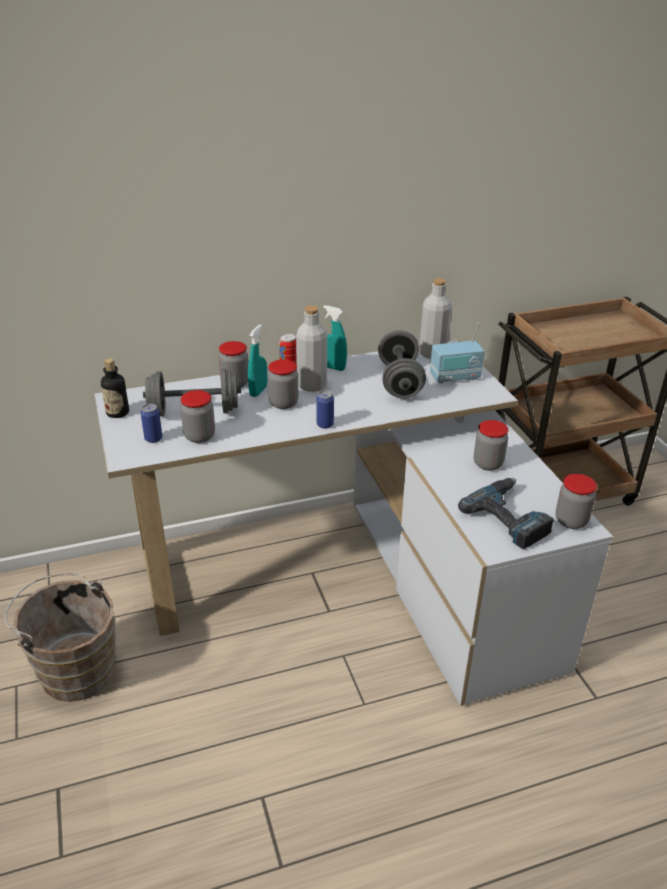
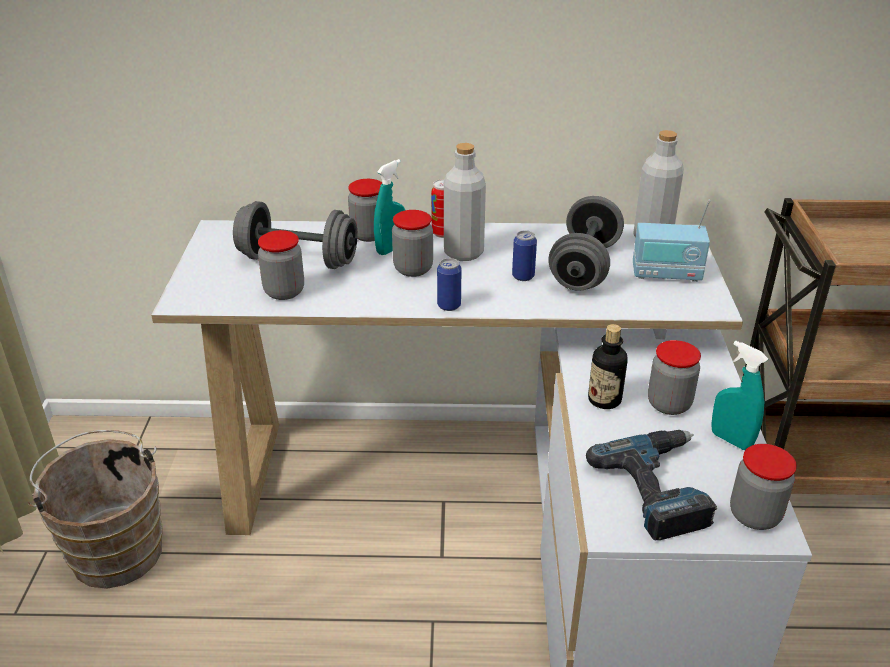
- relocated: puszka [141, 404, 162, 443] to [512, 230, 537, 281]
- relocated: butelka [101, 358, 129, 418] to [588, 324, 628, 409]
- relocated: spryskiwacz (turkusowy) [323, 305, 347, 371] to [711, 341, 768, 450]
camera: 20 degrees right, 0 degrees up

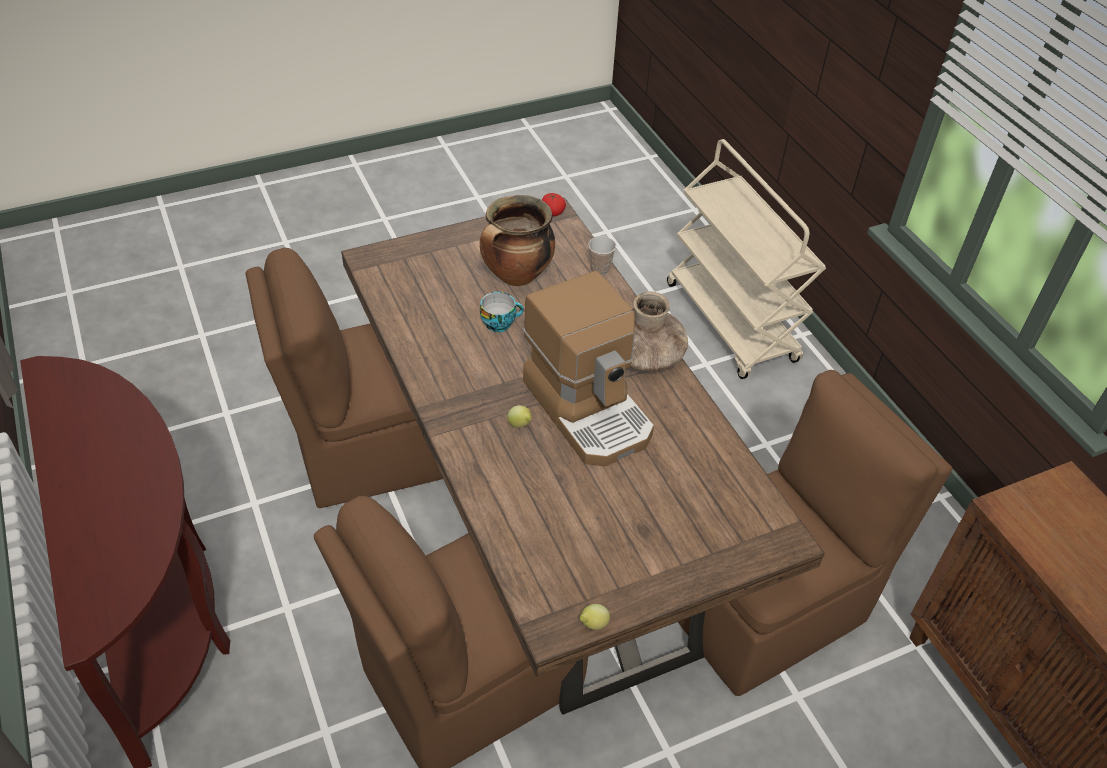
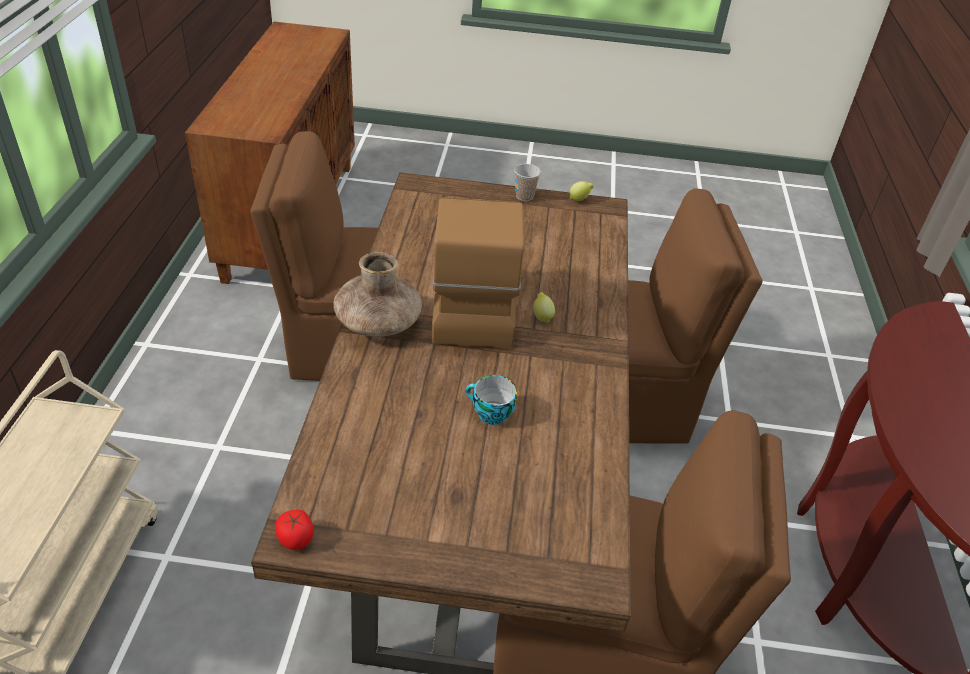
- relocated: filiżanka [588, 236, 616, 275] to [514, 164, 541, 201]
- missing: garnek [480, 195, 555, 286]
camera: 150 degrees left, 5 degrees down

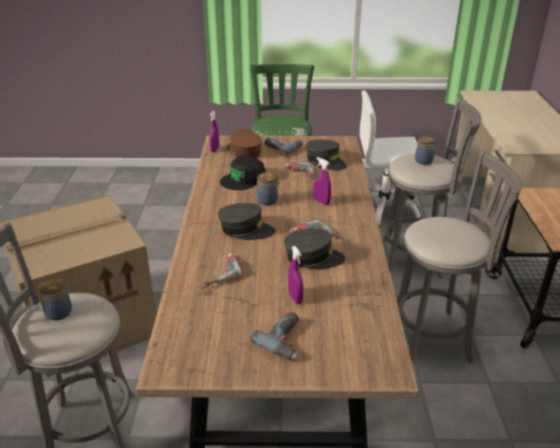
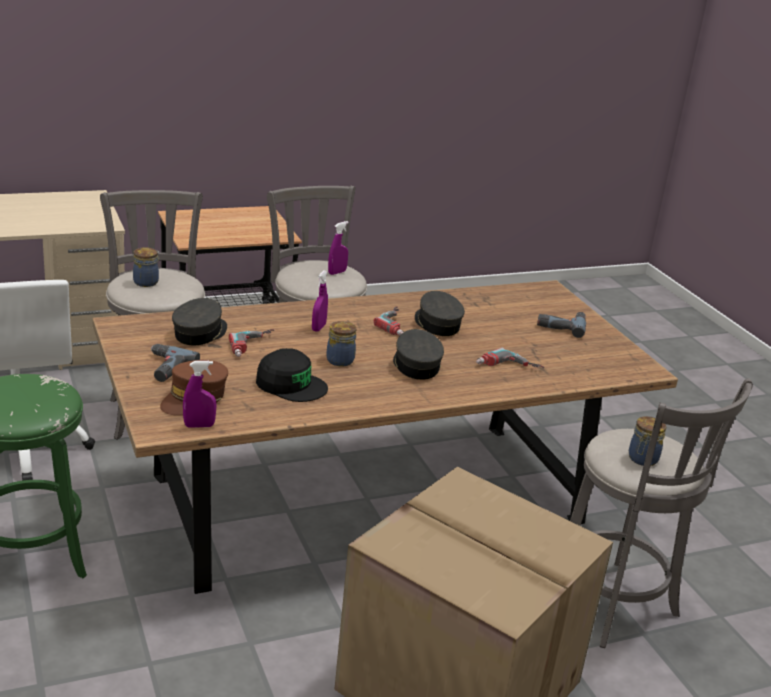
- relocated: spryskiwacz (fioletowy) [288, 246, 303, 304] to [328, 221, 349, 275]
camera: 115 degrees left, 5 degrees down

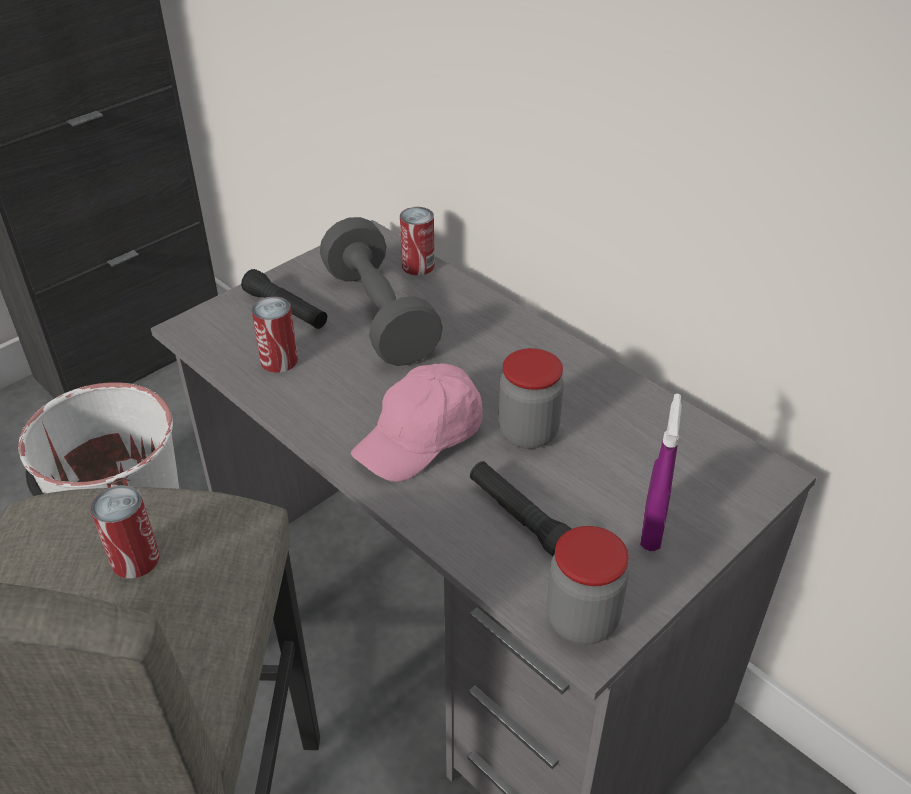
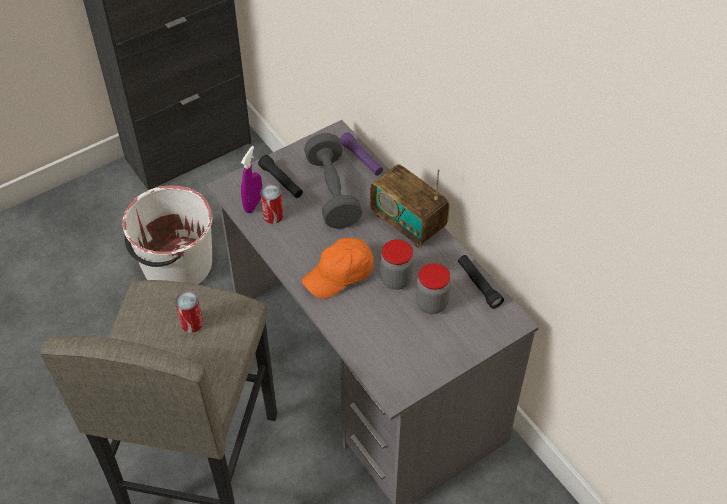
- relocated: spryskiwacz (fioletowy) [640, 393, 682, 551] to [241, 146, 262, 213]
- colour: czapka z daszkiem (różowy) [351, 363, 482, 482] to czapka z daszkiem (pomarańczowy) [302, 238, 374, 299]
- exchanged: puszka [400, 207, 435, 275] to latarka (fioletowy) [340, 132, 383, 176]
- appeared: radio [370, 164, 450, 248]
- relocated: słoik [547, 526, 629, 645] to [416, 263, 451, 314]
- relocated: latarka (czarny) [470, 461, 571, 557] to [458, 255, 504, 309]
camera: 10 degrees right, 10 degrees up

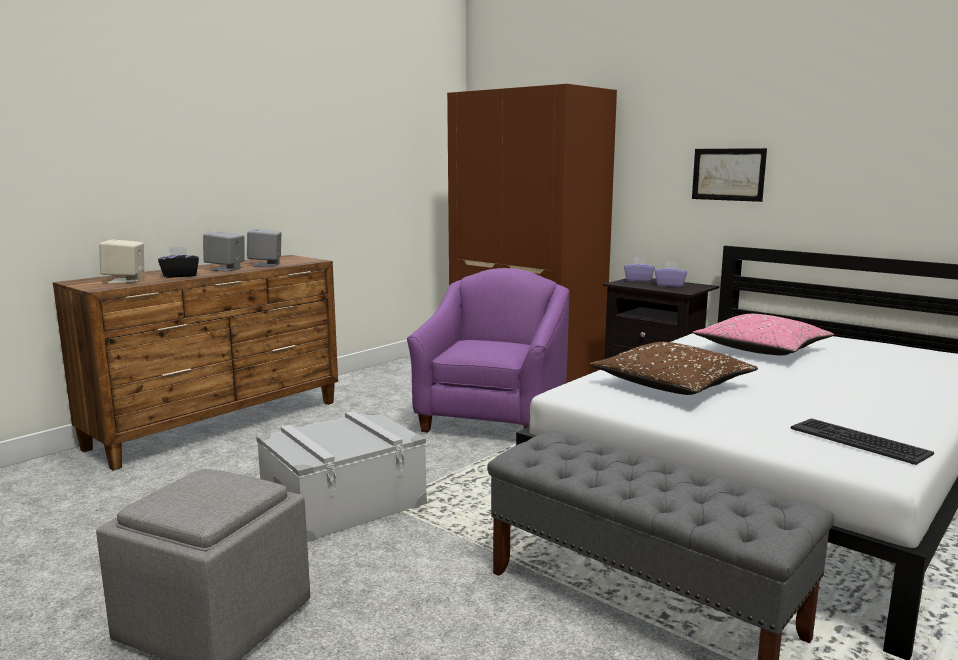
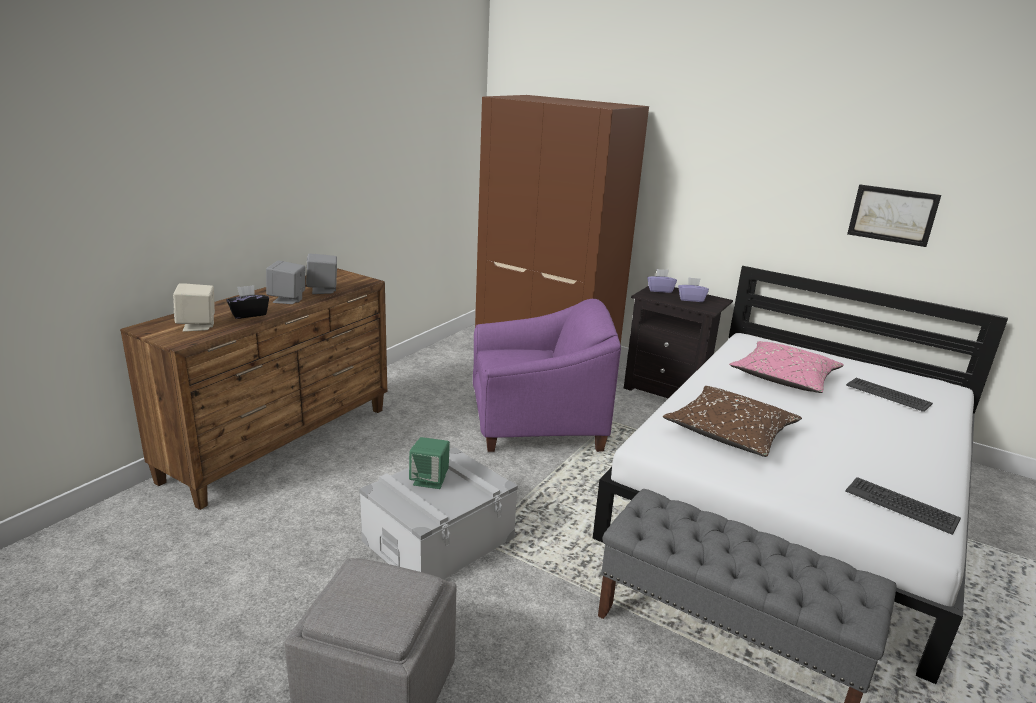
- appeared: głośnik (zielony) [409, 437, 450, 489]
- spun: fotel (fioletowy) [407, 268, 569, 432] = [473, 299, 621, 452] 75 degrees clockwise
- appeared: klawiatura [846, 378, 933, 412]
- relocated: obraz [692, 148, 767, 202] to [847, 184, 941, 247]
camera: 10 degrees left, 10 degrees up

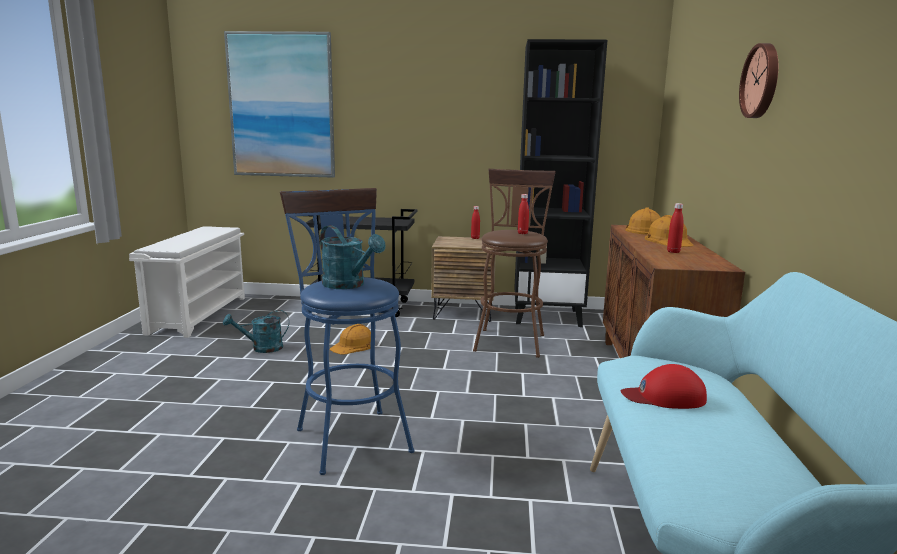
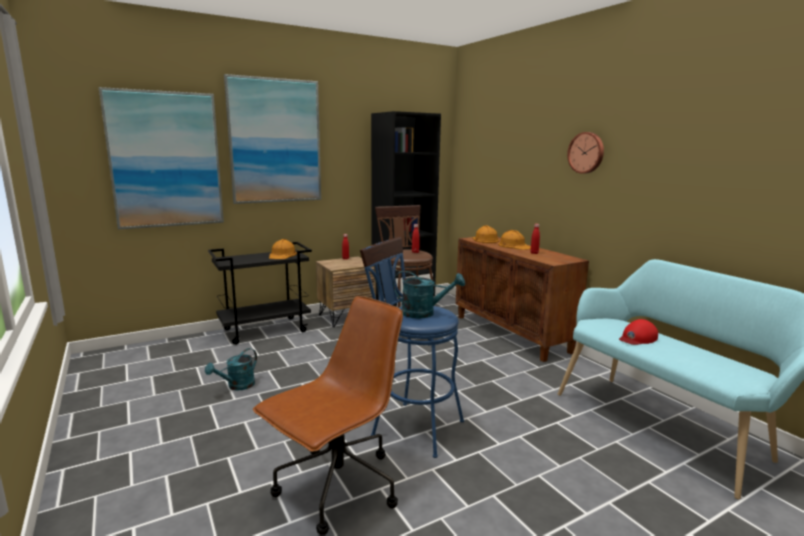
- appeared: obraz [224, 74, 321, 204]
- appeared: krzesło biurowe (brązowy) [253, 296, 403, 536]
- relocated: kask (pomarańczowy) [330, 324, 371, 355] to [269, 239, 297, 259]
- missing: regał na buty (biały) [129, 226, 245, 338]
camera: 35 degrees left, 0 degrees up

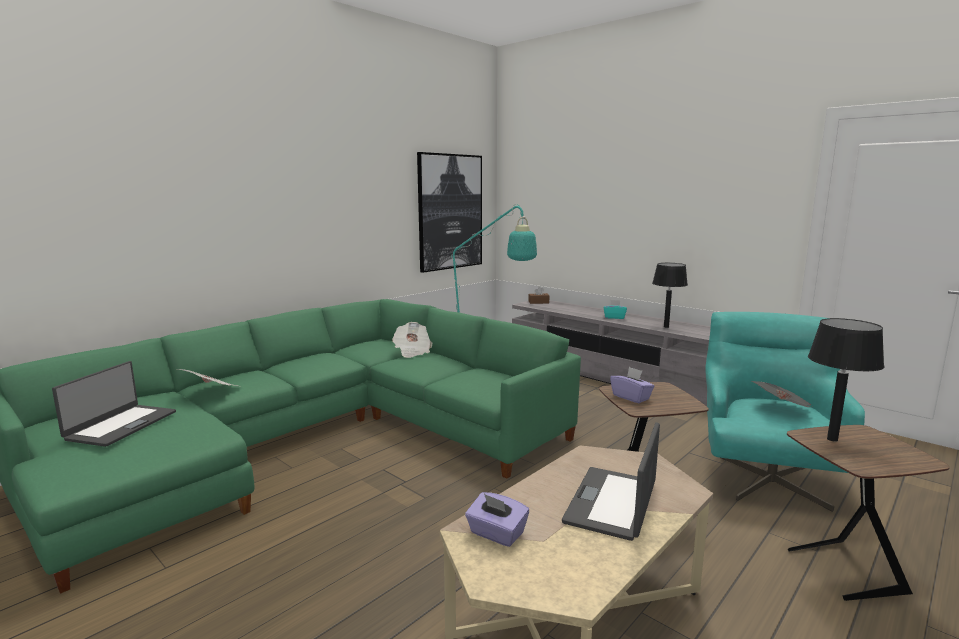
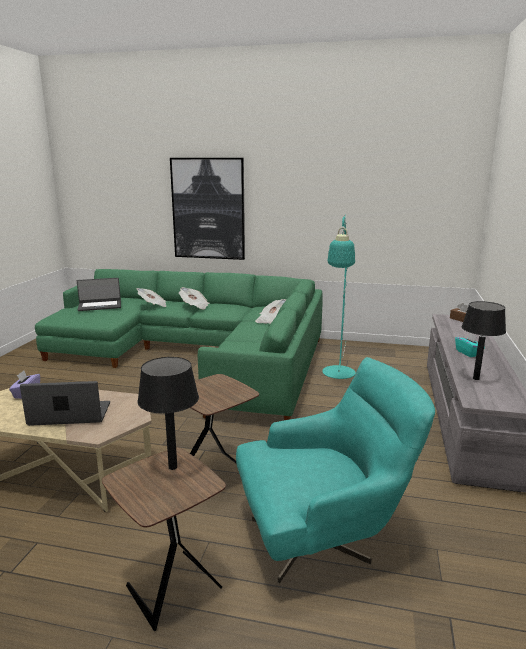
- relocated: obraz [417, 152, 482, 273] to [170, 158, 245, 260]
- relocated: gazeta [752, 381, 812, 407] to [179, 287, 209, 309]
- missing: pudełko chusteczek (fioletowy) [610, 367, 655, 403]
camera: 60 degrees right, 5 degrees up

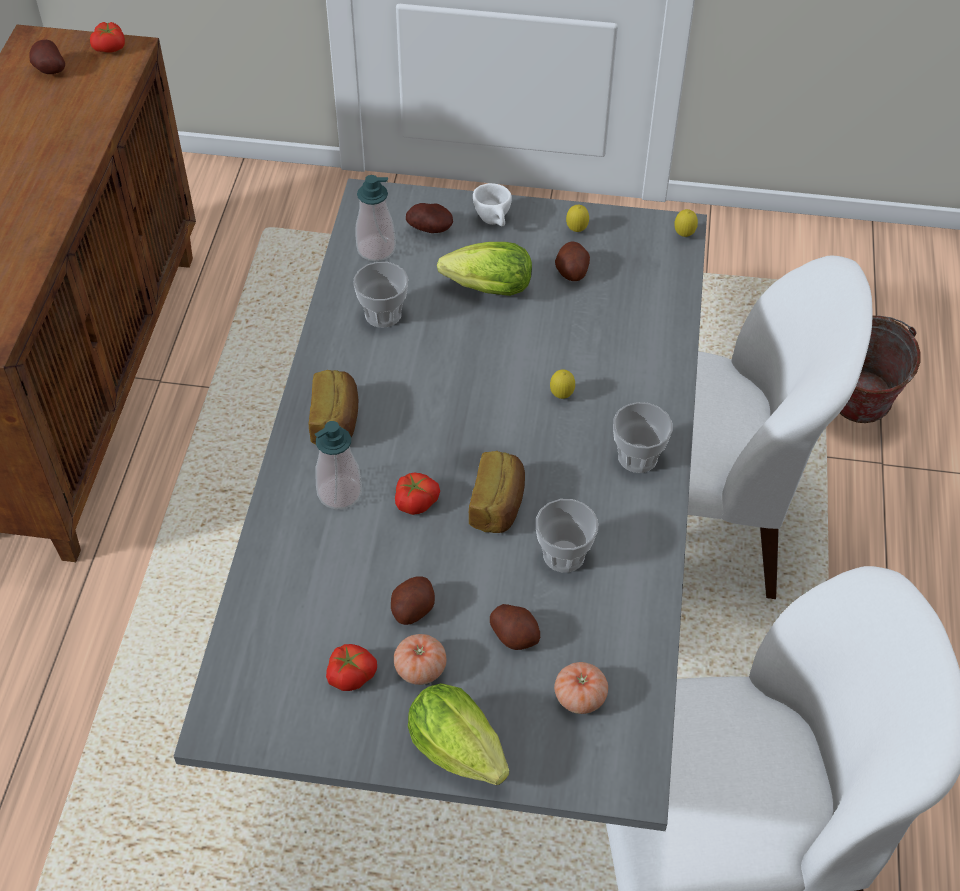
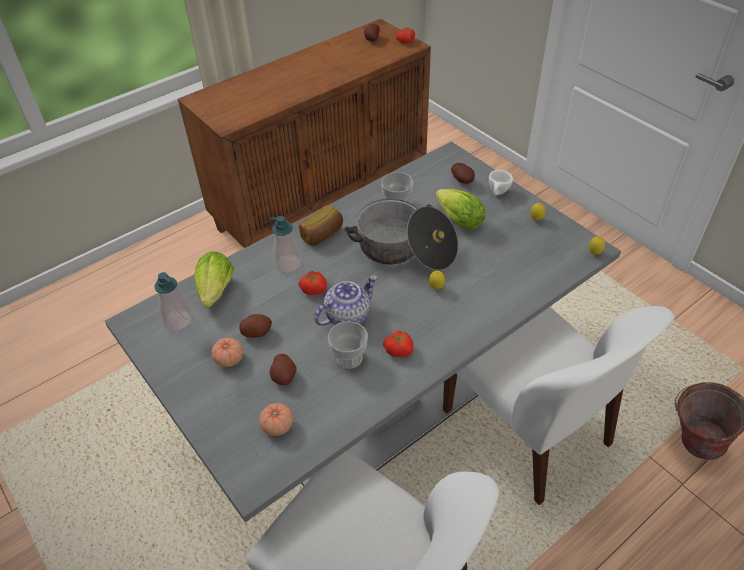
- relocated: dozownik mydła [356, 175, 396, 261] to [155, 272, 192, 331]
- relocated: sałata [408, 683, 509, 785] to [194, 251, 234, 307]
- exchanged: chleb [469, 451, 525, 533] to imbryk [314, 275, 378, 326]
- appeared: garnek [344, 198, 458, 271]
- relocated: pomidor [326, 644, 377, 691] to [383, 331, 414, 357]
- missing: ziemniak [555, 241, 590, 281]
- missing: filiżanka [613, 402, 672, 473]
camera: 45 degrees right, 5 degrees down

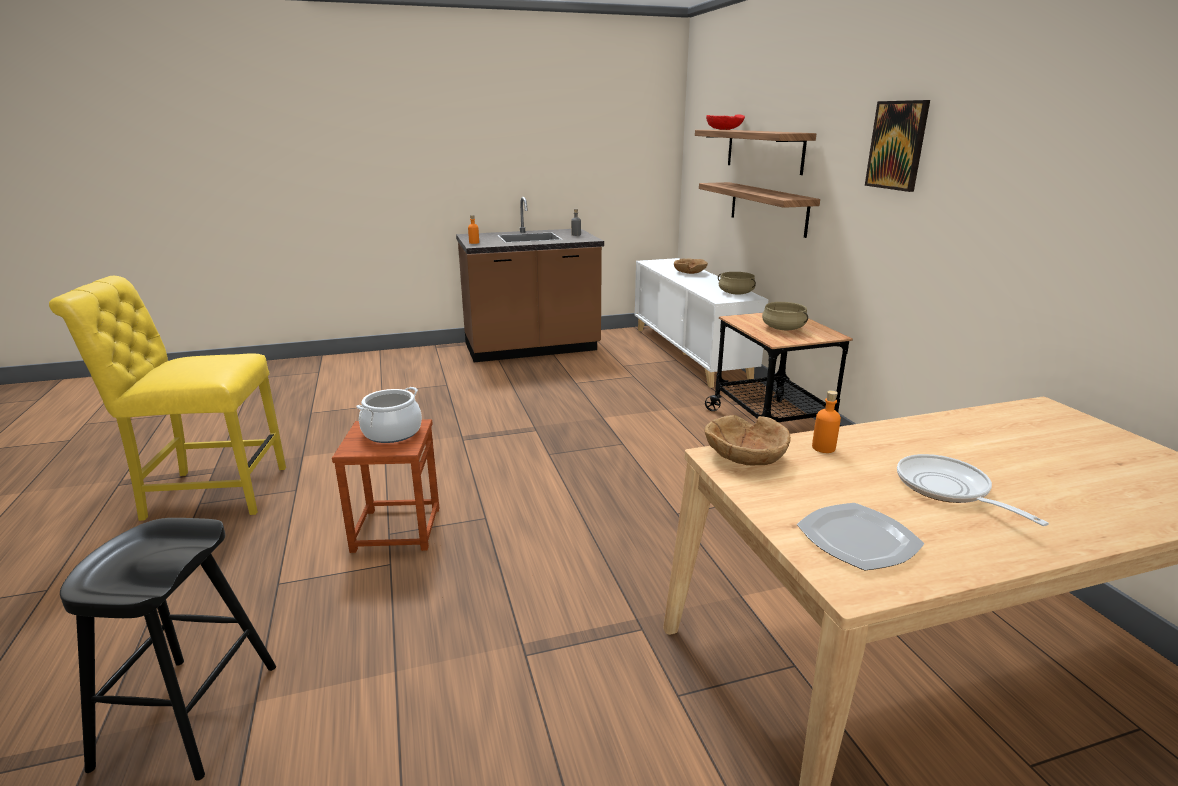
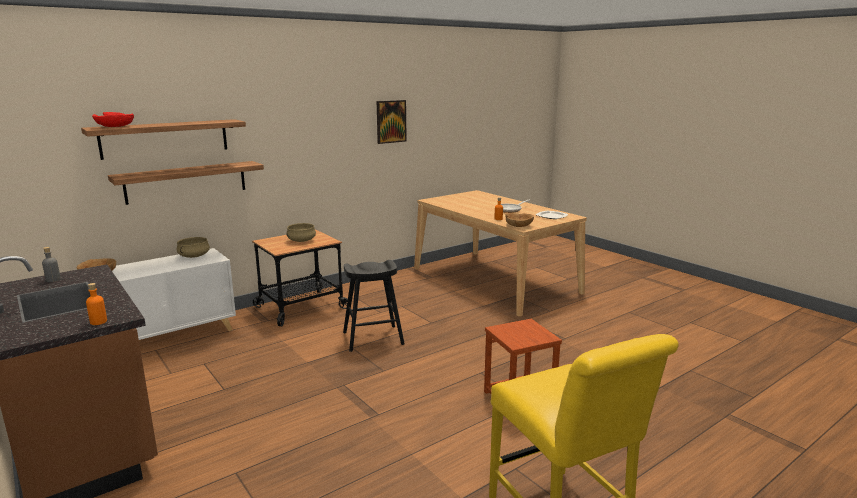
- relocated: stołek (czarny) [60, 518, 276, 781] to [343, 260, 405, 352]
- relocated: obraz [865, 100, 930, 192] to [377, 100, 407, 144]
- missing: garnek [356, 387, 422, 443]
camera: 110 degrees left, 5 degrees down

